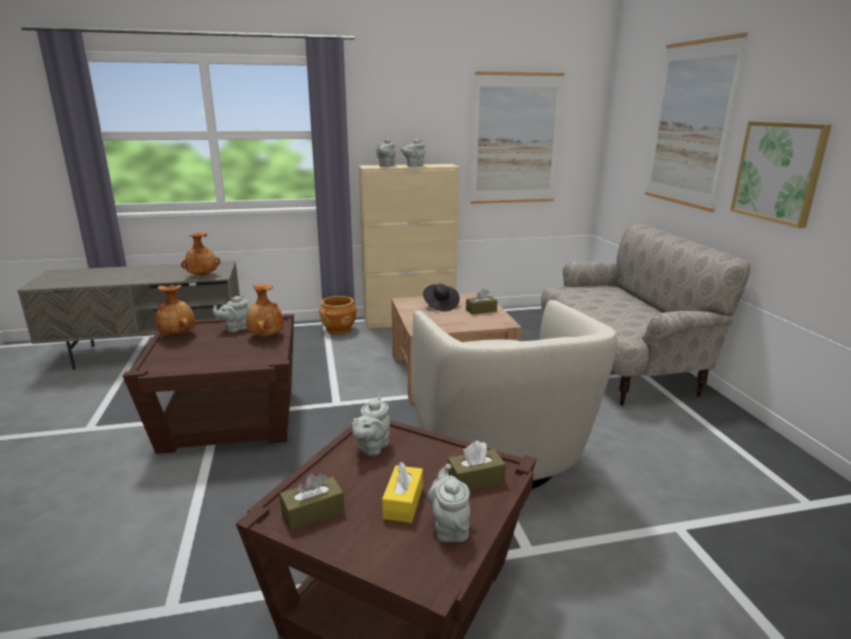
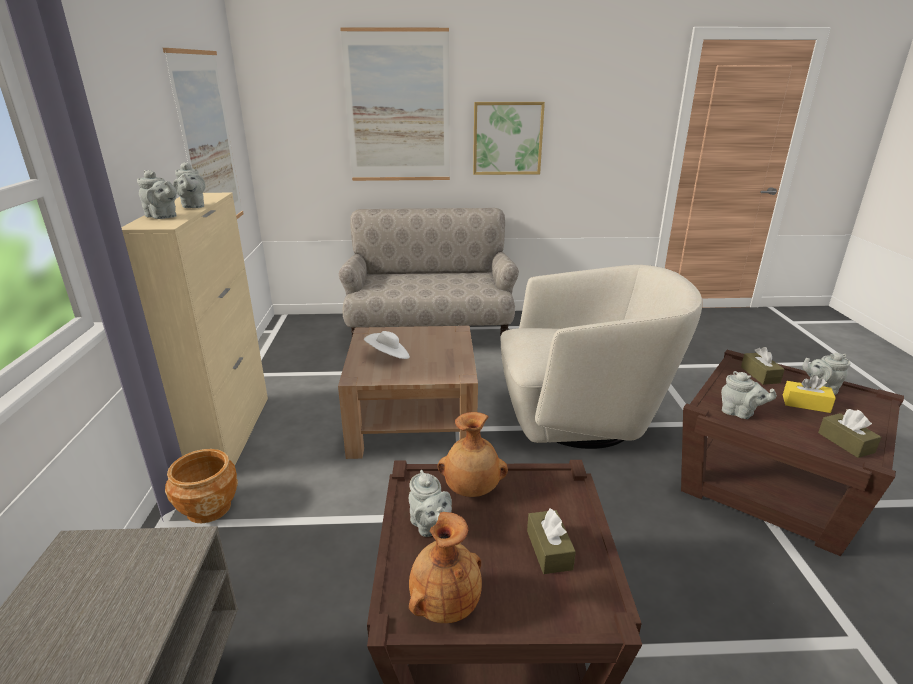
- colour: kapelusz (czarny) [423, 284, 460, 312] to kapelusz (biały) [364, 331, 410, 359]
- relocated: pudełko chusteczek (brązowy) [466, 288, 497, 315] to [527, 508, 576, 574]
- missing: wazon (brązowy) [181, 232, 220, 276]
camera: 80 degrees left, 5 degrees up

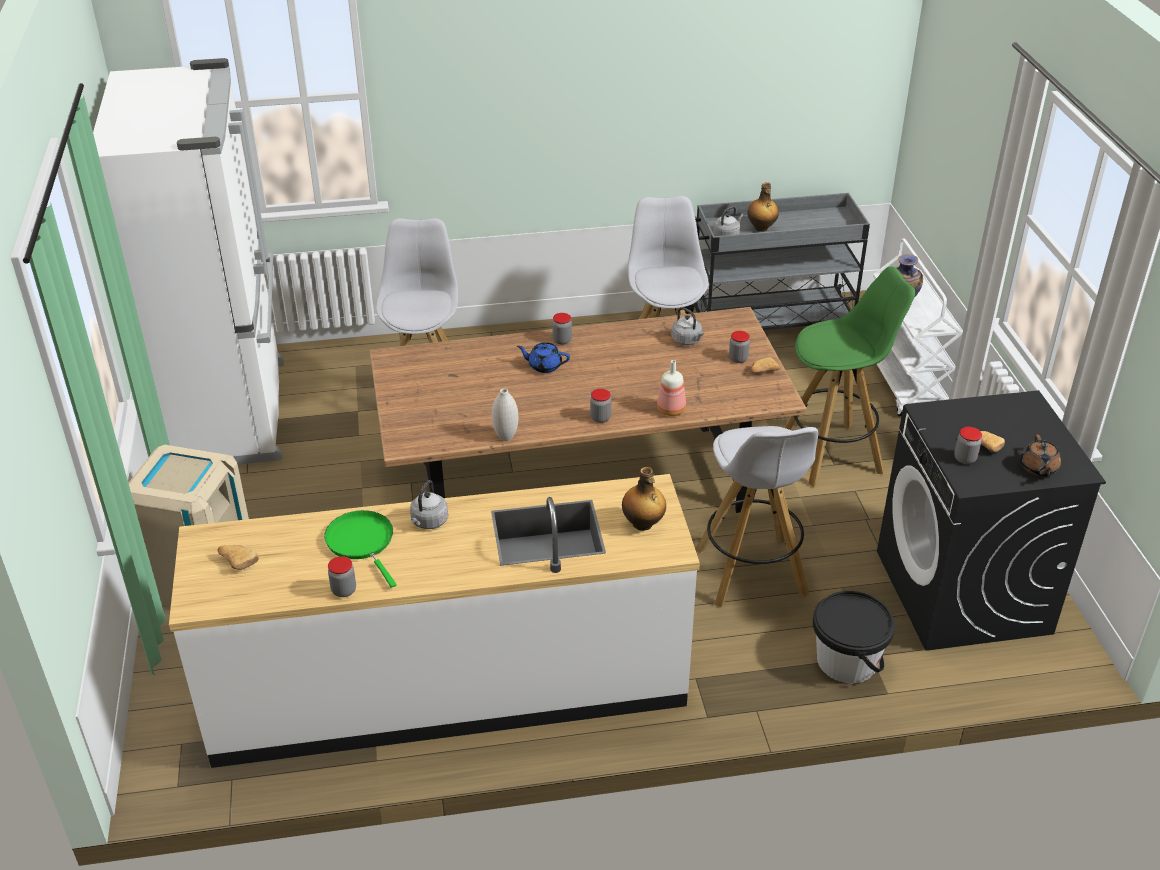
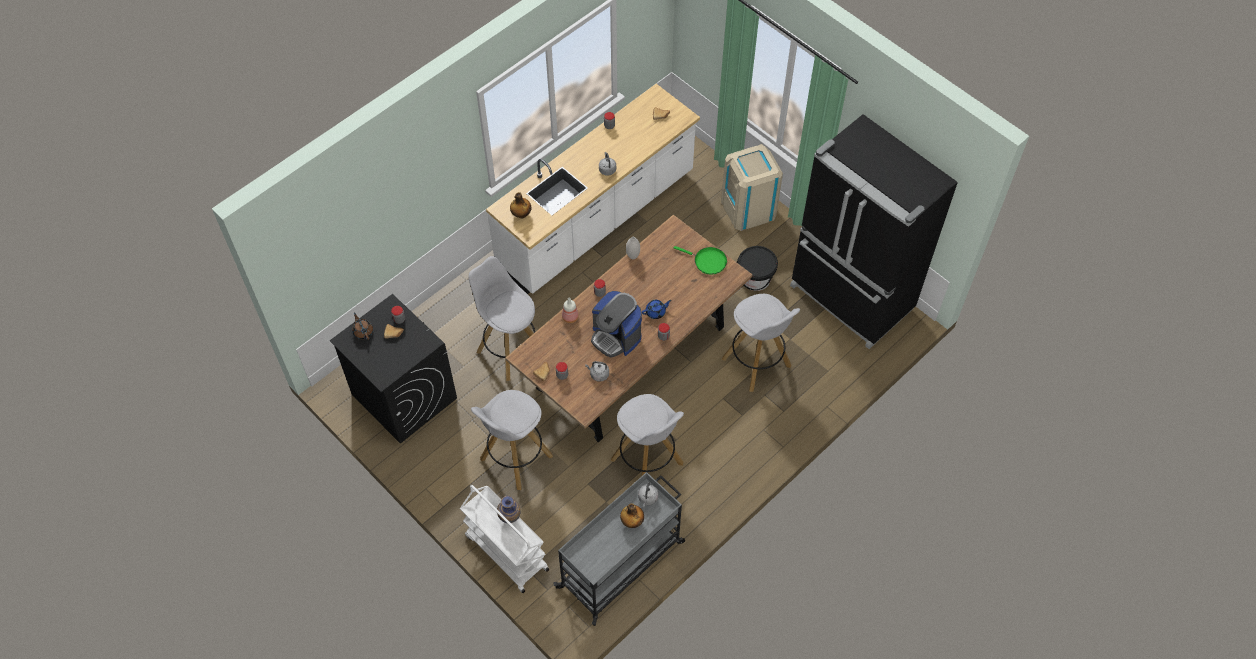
- colour: stołek (zielony) [784, 266, 915, 487] to stołek (biały) [471, 390, 553, 490]
- appeared: ekspres do kawy [591, 291, 642, 358]
- relocated: patelnia (zielony) [324, 510, 396, 588] to [674, 246, 727, 275]
- relocated: wiadro (czarny) [813, 591, 895, 683] to [737, 246, 778, 291]
- colour: lodówka (biały) [93, 58, 284, 465] to lodówka (czarny) [790, 114, 958, 349]
camera: 145 degrees right, 20 degrees up

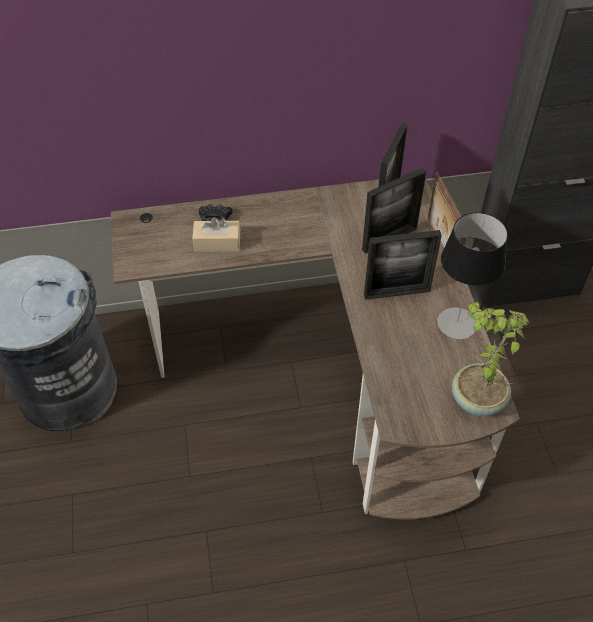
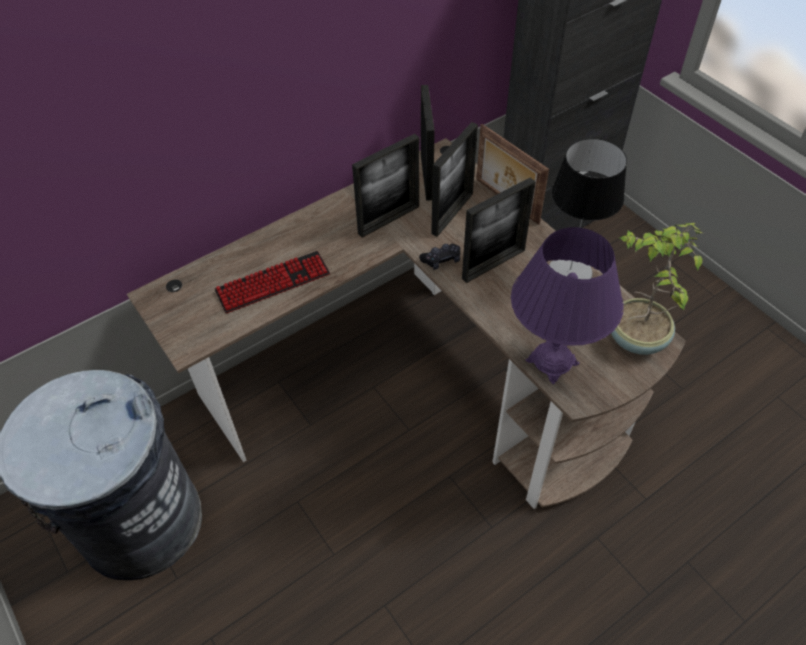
- exchanged: pudełko chusteczek (beżowy) [192, 217, 240, 252] to klawiatura [214, 251, 330, 313]
- appeared: ramka na zdjęcie [352, 134, 419, 238]
- relocated: pad do gier (czarny) [199, 204, 232, 221] to [419, 244, 460, 270]
- appeared: lampa stołowa (fioletowy) [511, 227, 624, 384]
camera: 25 degrees left, 0 degrees up

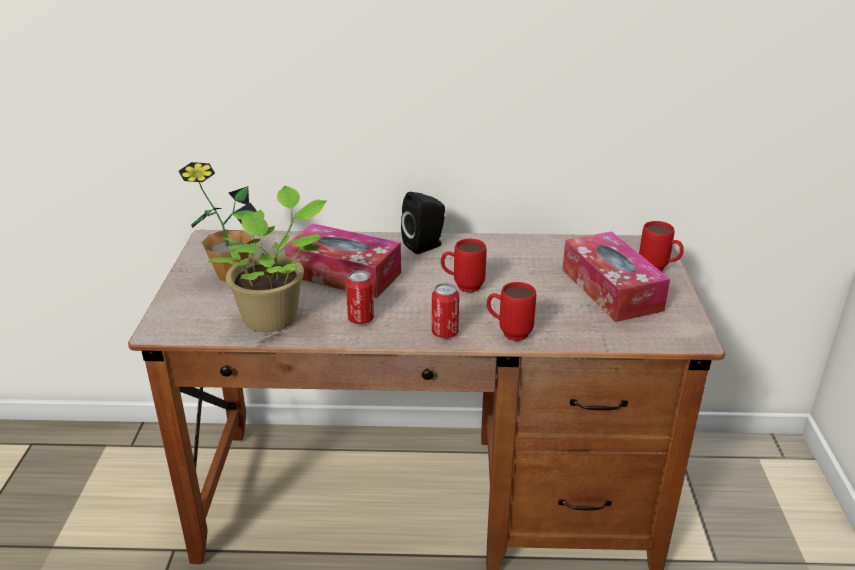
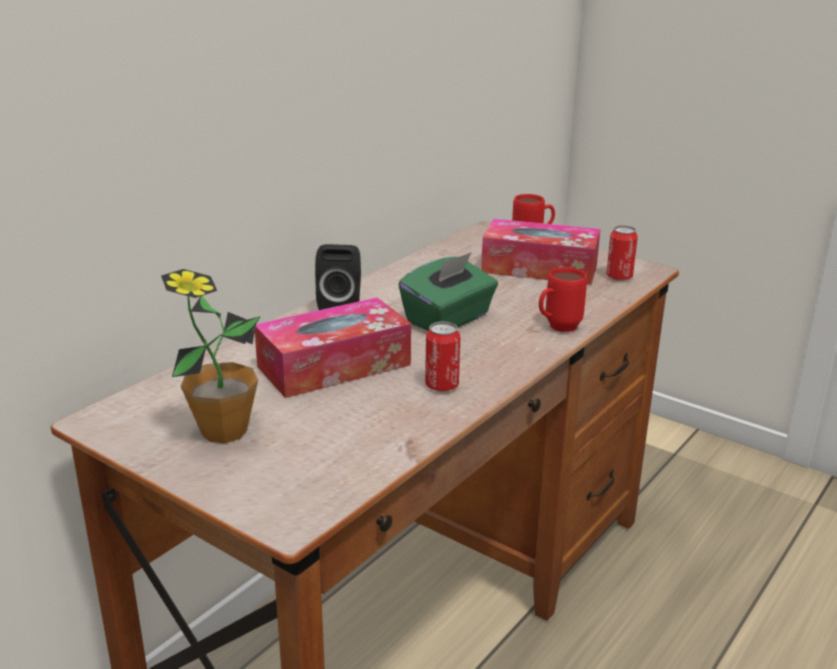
- exchanged: kubek (czerwony) [441, 239, 487, 293] to pudełko chusteczek (zielony) [398, 252, 498, 331]
- relocated: puszka [432, 283, 459, 338] to [606, 225, 638, 281]
- missing: roślina doniczkowa [207, 186, 327, 332]
camera: 55 degrees left, 5 degrees down

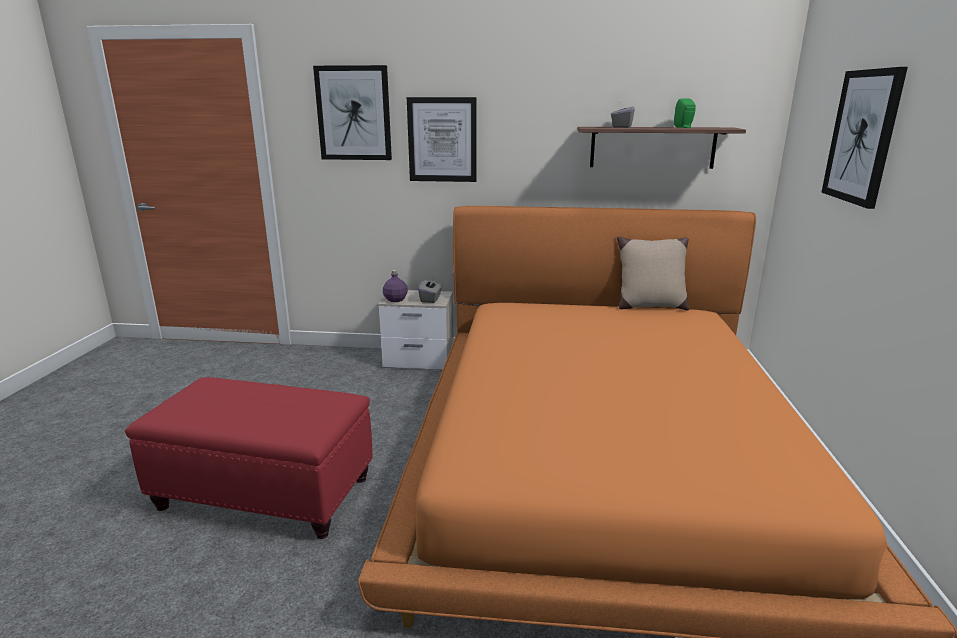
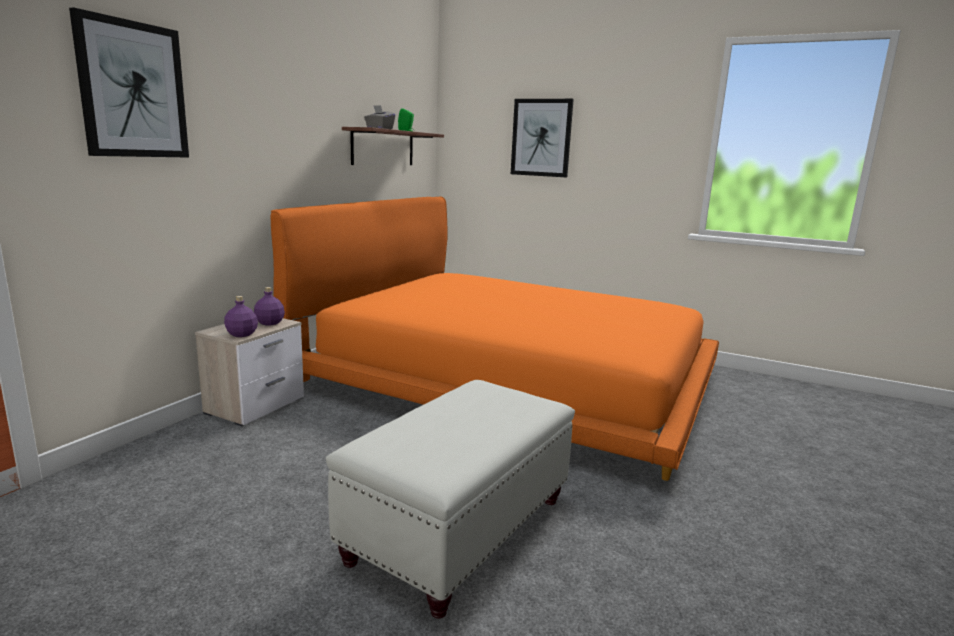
- exchanged: pudełko chusteczek (szary) [418, 277, 442, 303] to butelka (fioletowy) [254, 287, 285, 325]
- colour: pufa (czerwony) [125, 377, 373, 539] to pufa (biały) [326, 380, 575, 619]
- missing: obraz [407, 97, 477, 182]
- missing: poduszka (beżowy) [617, 236, 689, 310]
camera: 70 degrees left, 5 degrees down

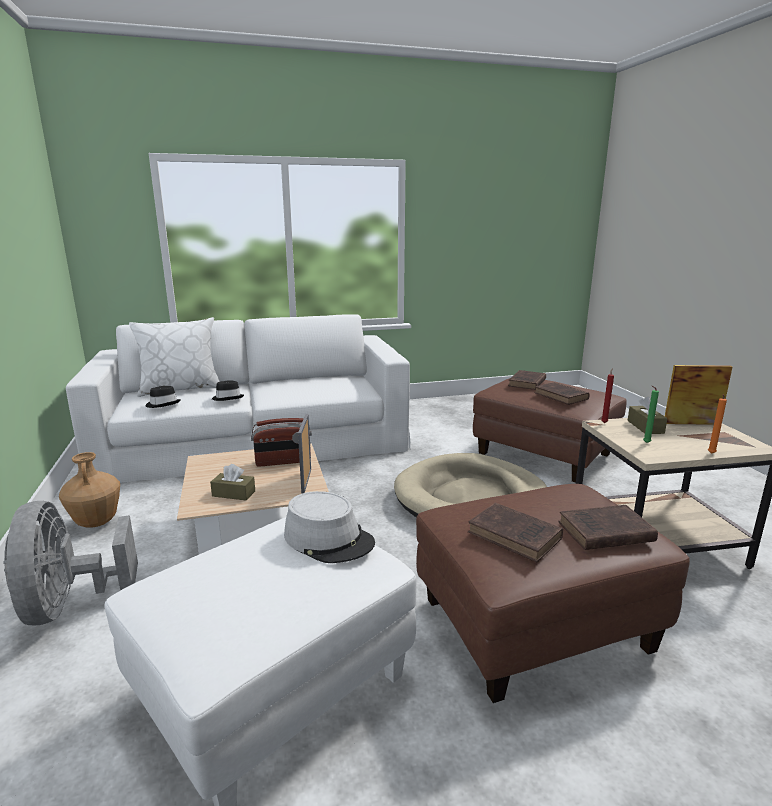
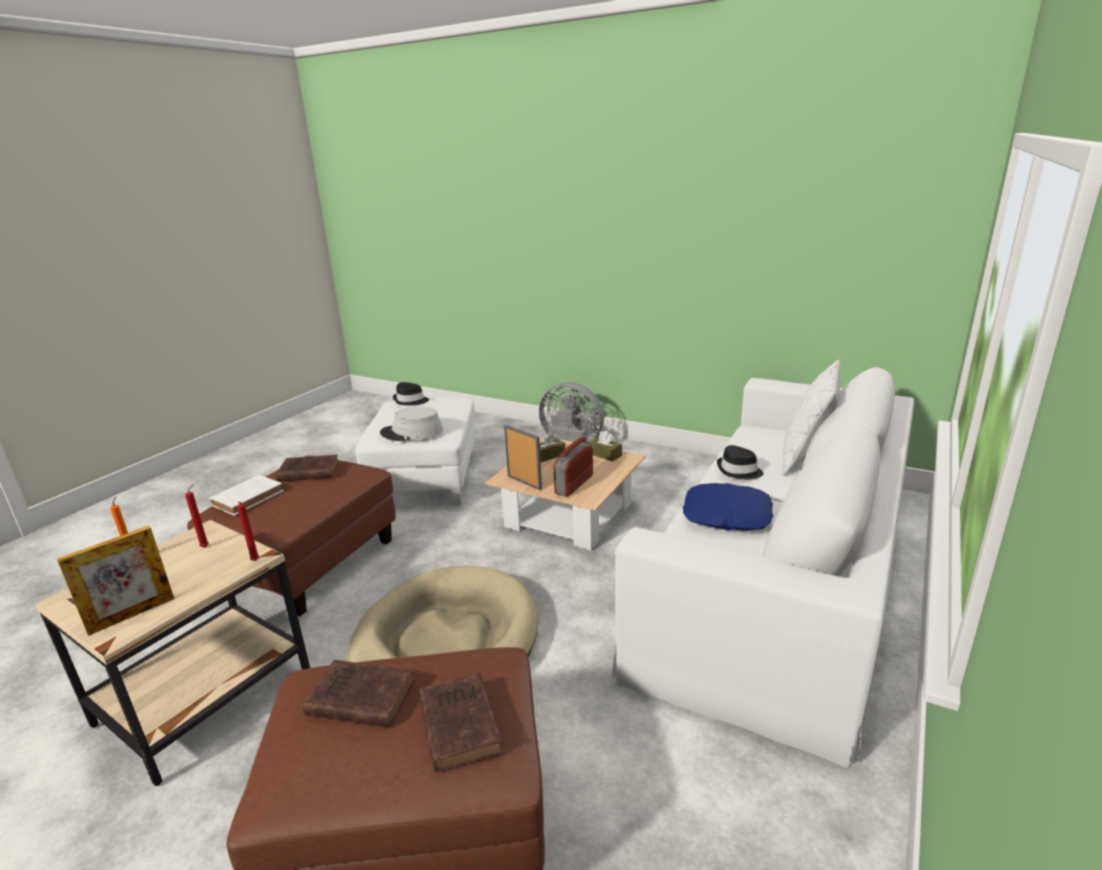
- colour: świeca (zielony) [643, 386, 659, 443] to świeca (czerwony) [185, 484, 209, 548]
- colour: książka (brązowy) [558, 505, 658, 550] to książka (biały) [209, 475, 284, 516]
- relocated: kapelusz (czarny) [146, 386, 181, 408] to [393, 382, 429, 406]
- relocated: pudełko chusteczek (brązowy) [627, 397, 668, 434] to [588, 431, 622, 462]
- appeared: poduszka (niebieski) [683, 483, 773, 531]
- missing: wazon (brązowy) [59, 452, 120, 528]
camera: 135 degrees right, 5 degrees up

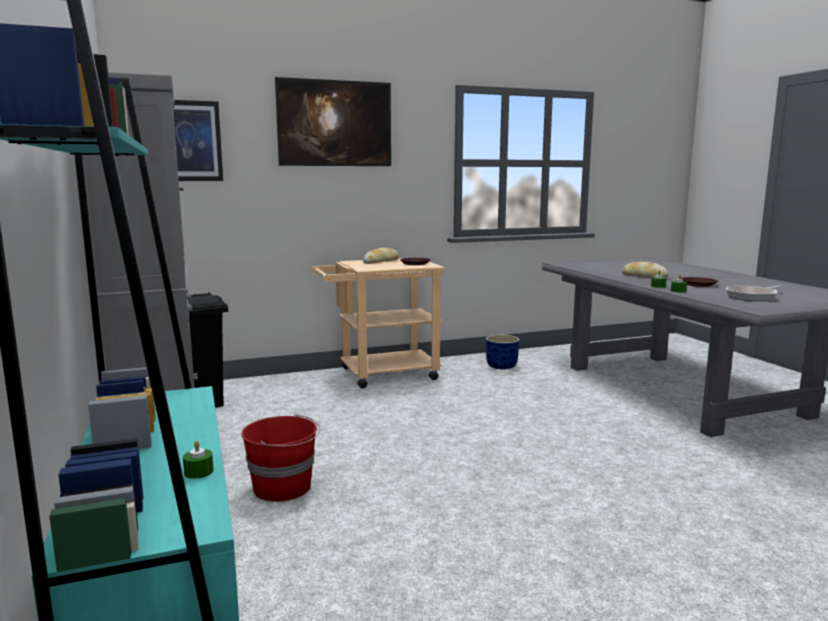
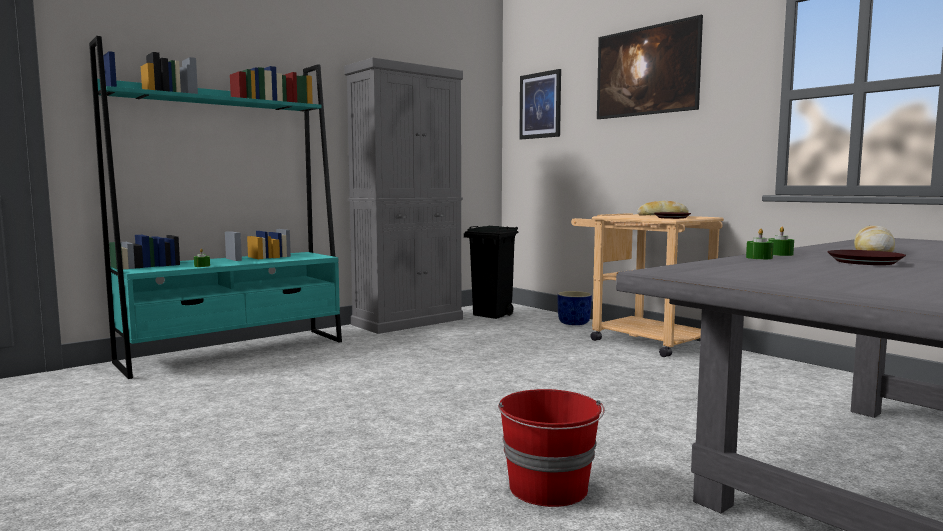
- relocated: wiadro (czerwony) [241, 414, 321, 502] to [498, 389, 605, 507]
- relocated: donica (niebieski) [486, 335, 519, 370] to [557, 291, 592, 325]
- missing: patelnia [726, 285, 781, 301]
camera: 70 degrees right, 5 degrees down

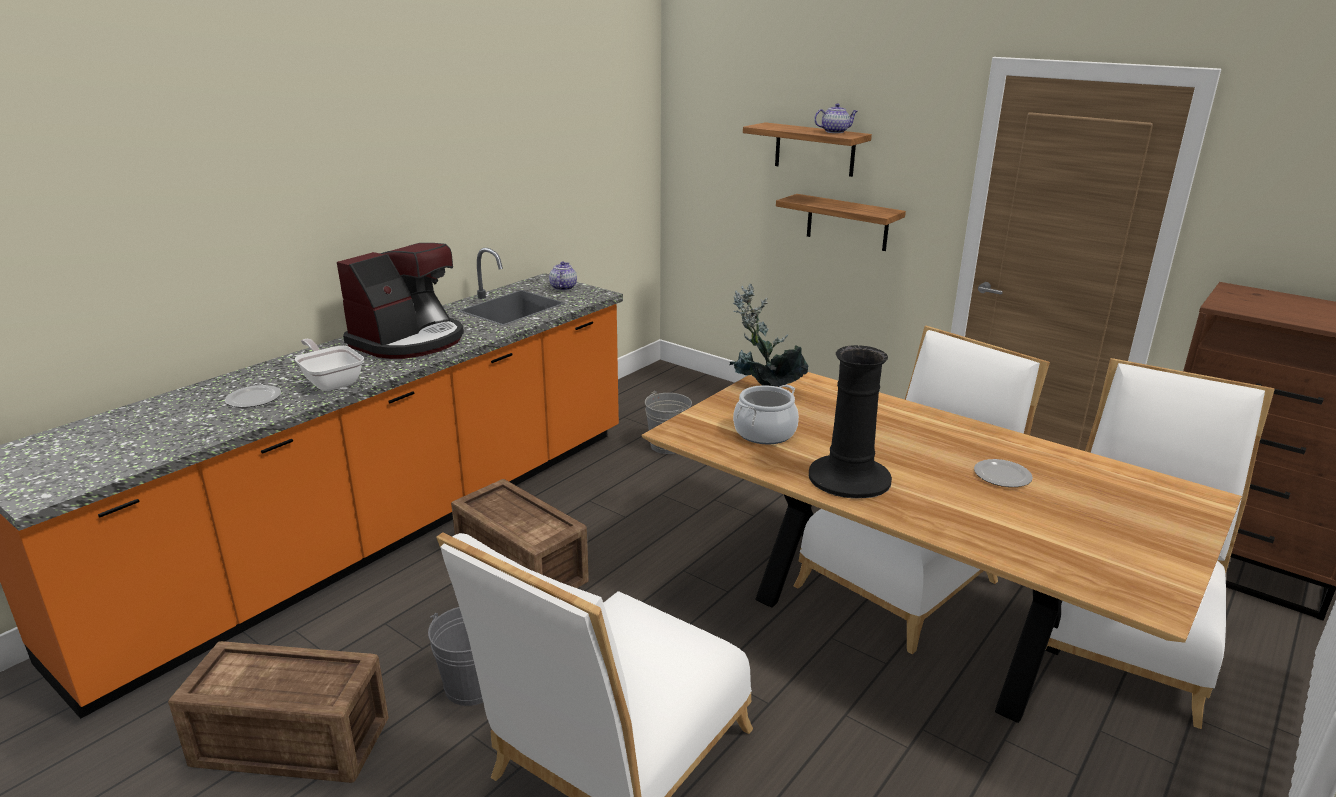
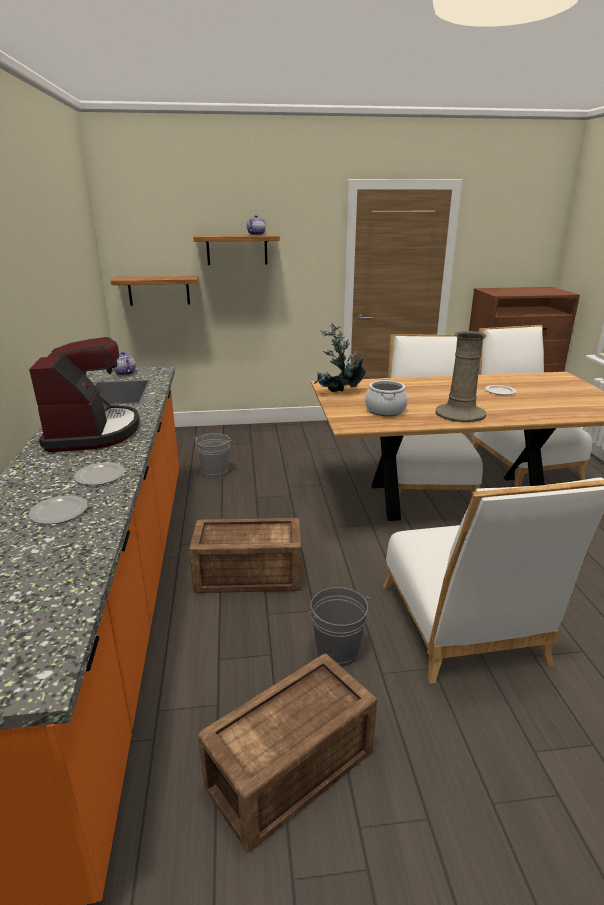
- exchanged: patelnia [295, 339, 364, 391] to talerz [74, 462, 125, 485]
- relocated: półka [776, 194, 906, 251] to [111, 276, 199, 306]
- colour: wazon (czarny) [809, 345, 892, 499] to wazon (beżowy) [435, 331, 487, 423]
camera: 45 degrees left, 0 degrees up

